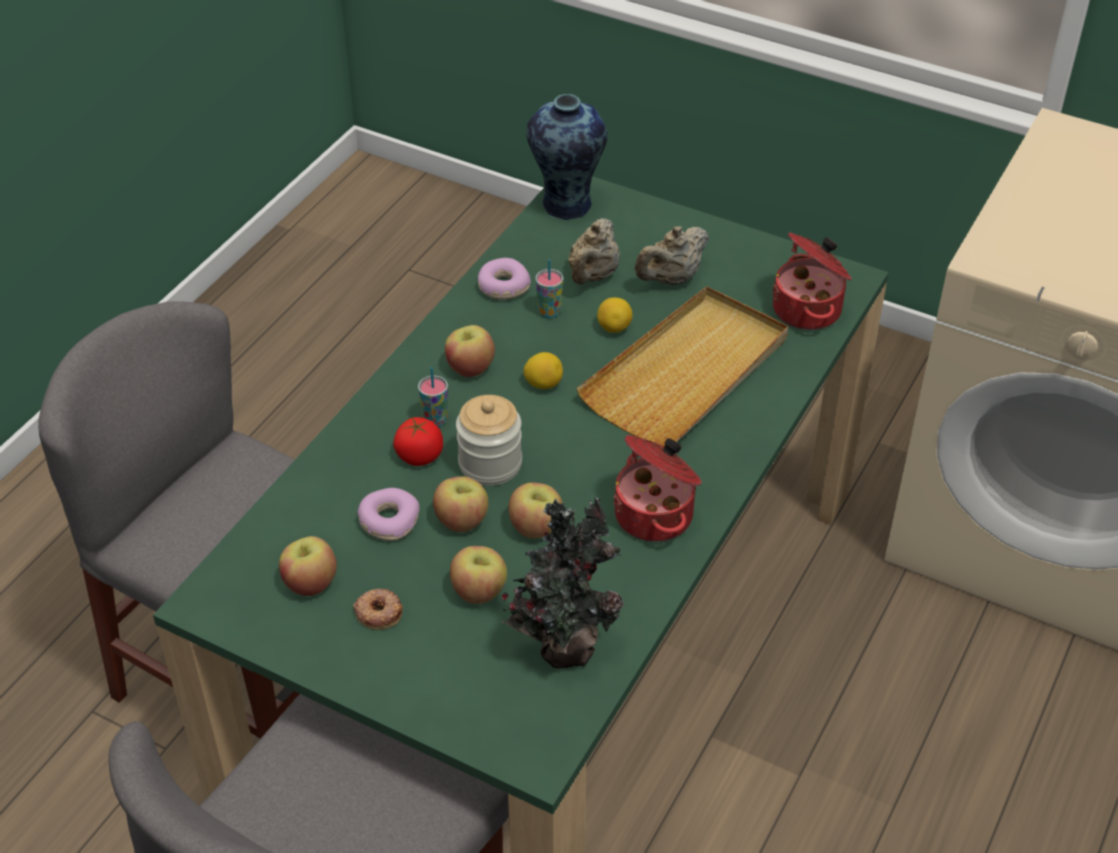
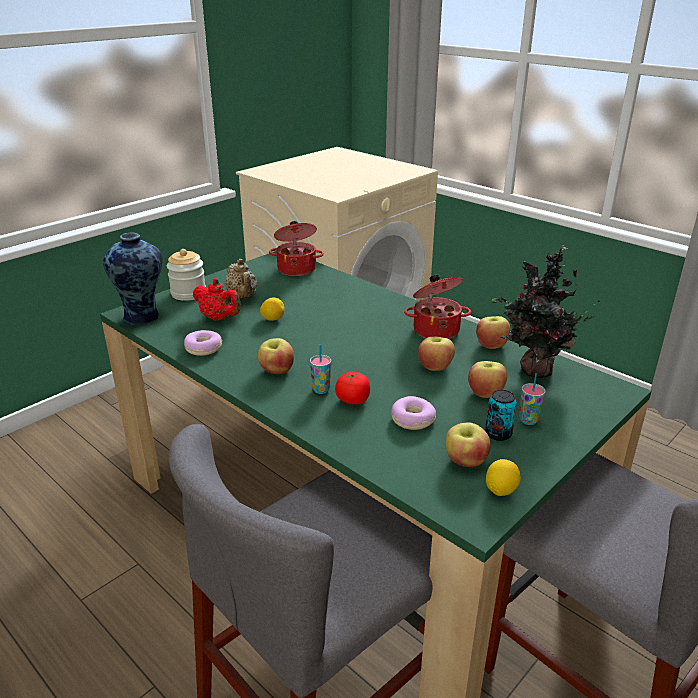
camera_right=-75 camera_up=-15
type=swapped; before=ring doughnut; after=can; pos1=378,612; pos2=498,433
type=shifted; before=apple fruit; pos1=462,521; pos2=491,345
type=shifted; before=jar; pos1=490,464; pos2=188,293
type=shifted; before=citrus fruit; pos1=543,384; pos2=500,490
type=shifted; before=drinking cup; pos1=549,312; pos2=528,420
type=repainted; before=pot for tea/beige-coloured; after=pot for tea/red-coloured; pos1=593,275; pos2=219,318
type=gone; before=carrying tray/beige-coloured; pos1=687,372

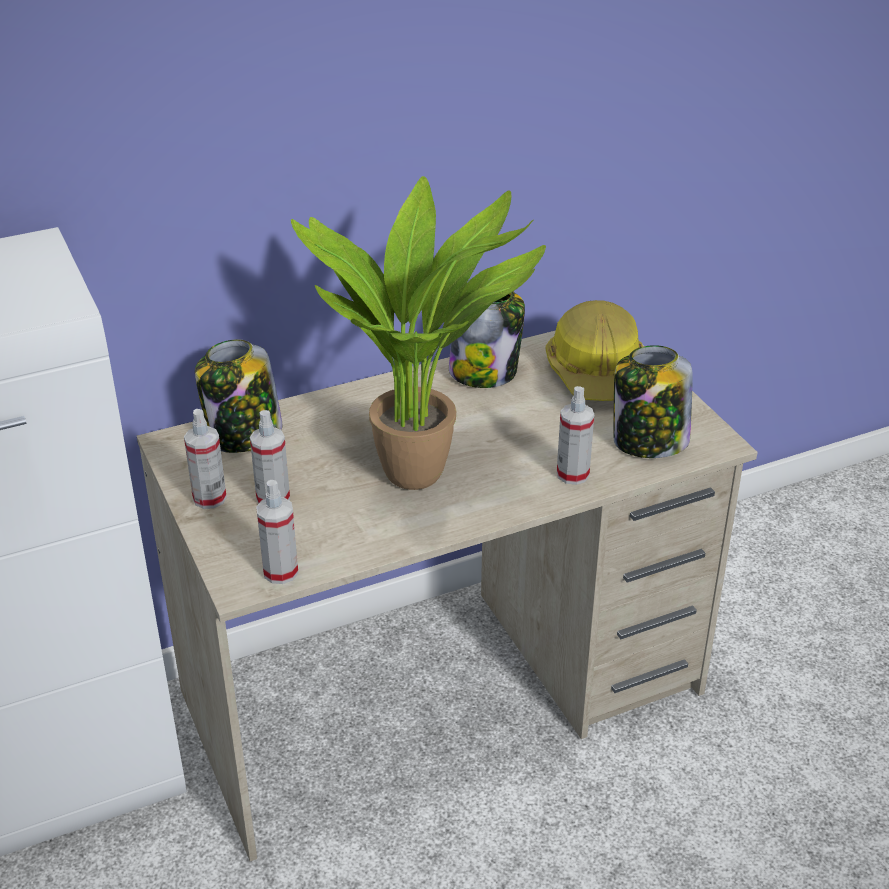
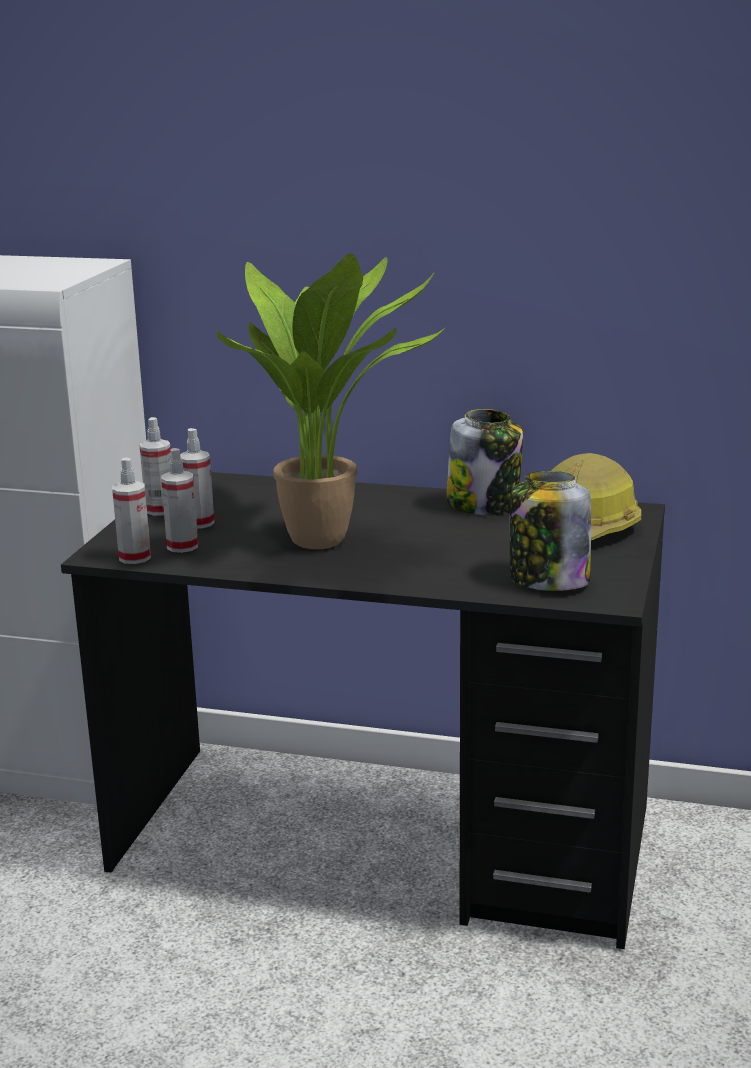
camera_right=40 camera_up=-15
type=repainted; before=desk/beige-coloured; after=desk/black; pos1=443,694; pos2=384,841
type=gone; before=jar; pos1=243,435
type=shifted; before=spray bottle; pos1=572,474; pos2=182,546

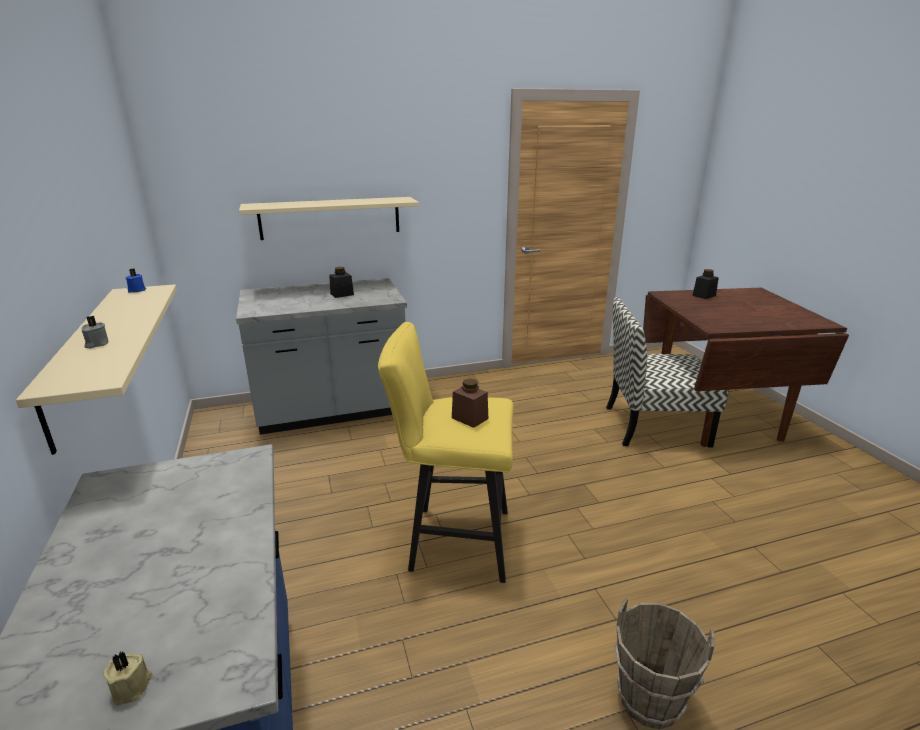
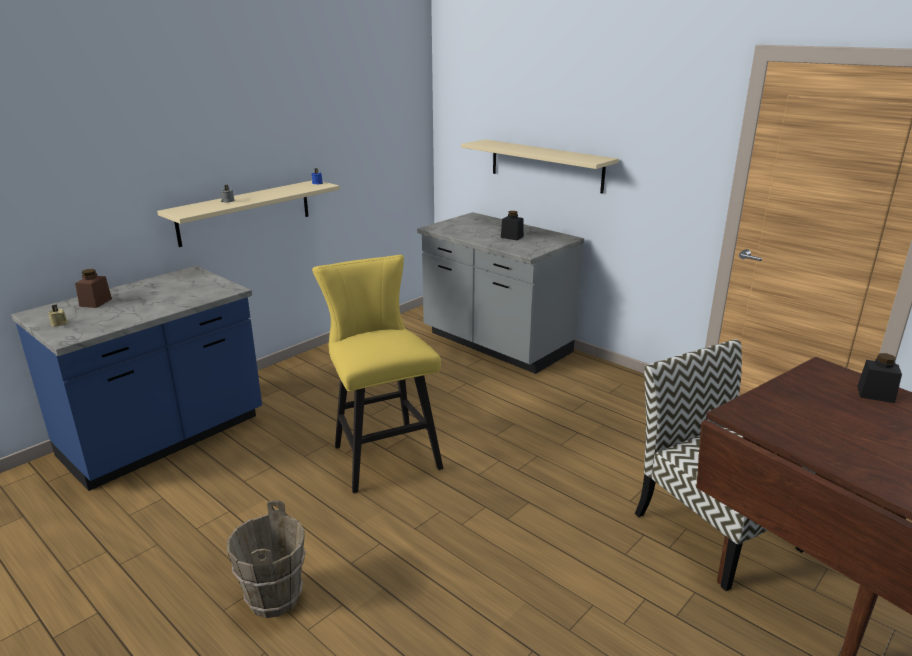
camera_right=60 camera_up=0
type=shifted; before=jar/brown; pos1=469,418; pos2=95,302

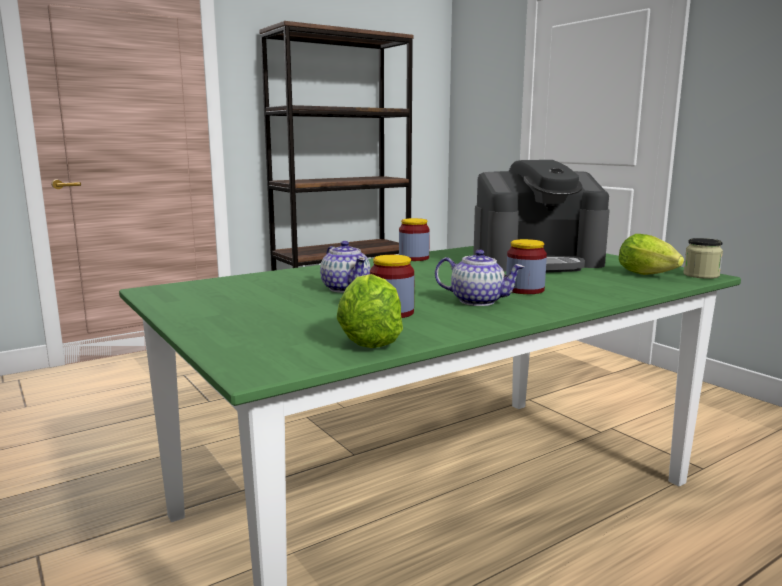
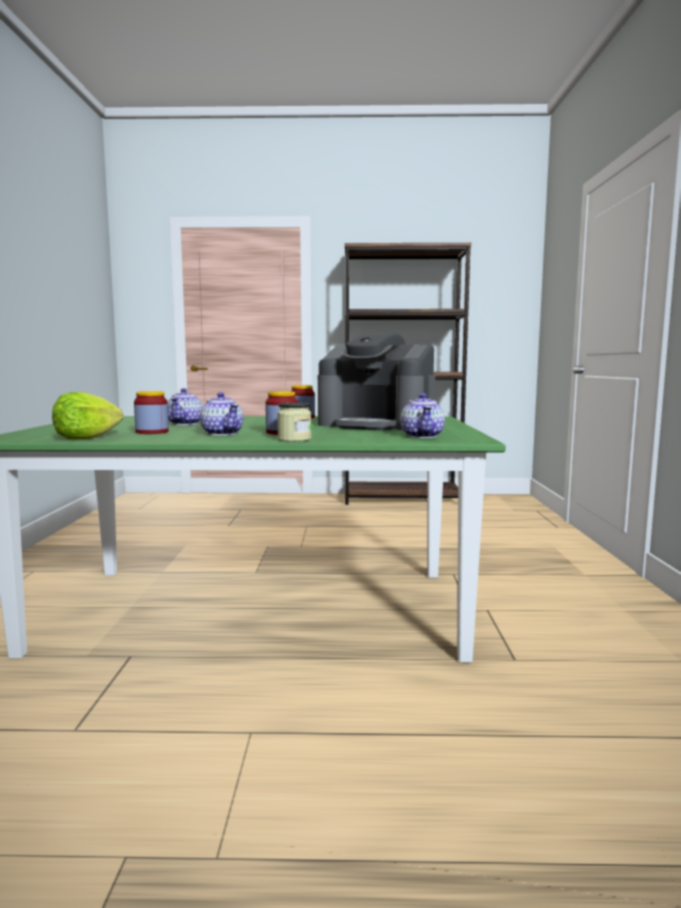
camera_right=35 camera_up=-5
type=swapped; before=head of lettuce; after=pot for tea; pos1=650,275; pos2=422,436
type=shifted; before=jar; pos1=701,275; pos2=294,439

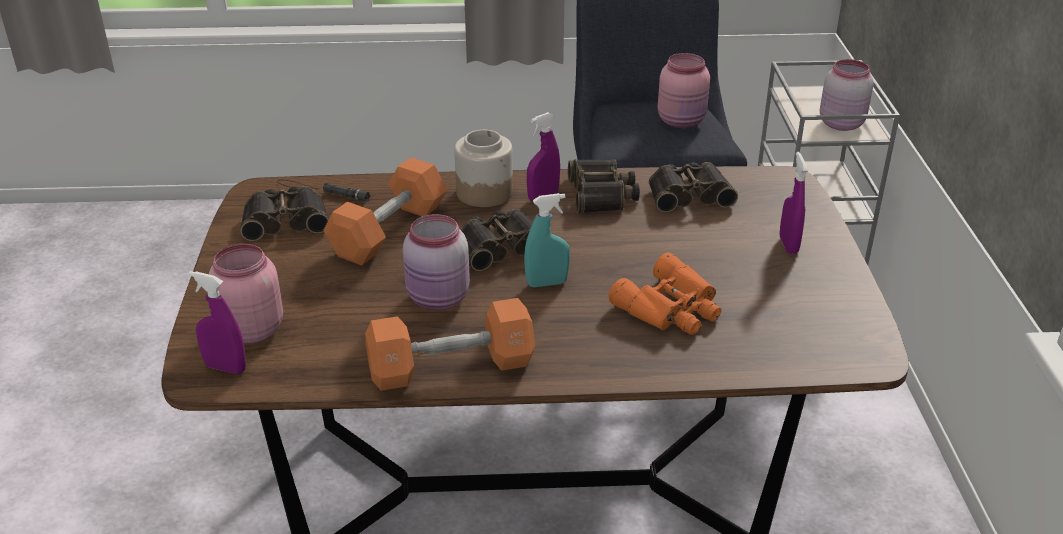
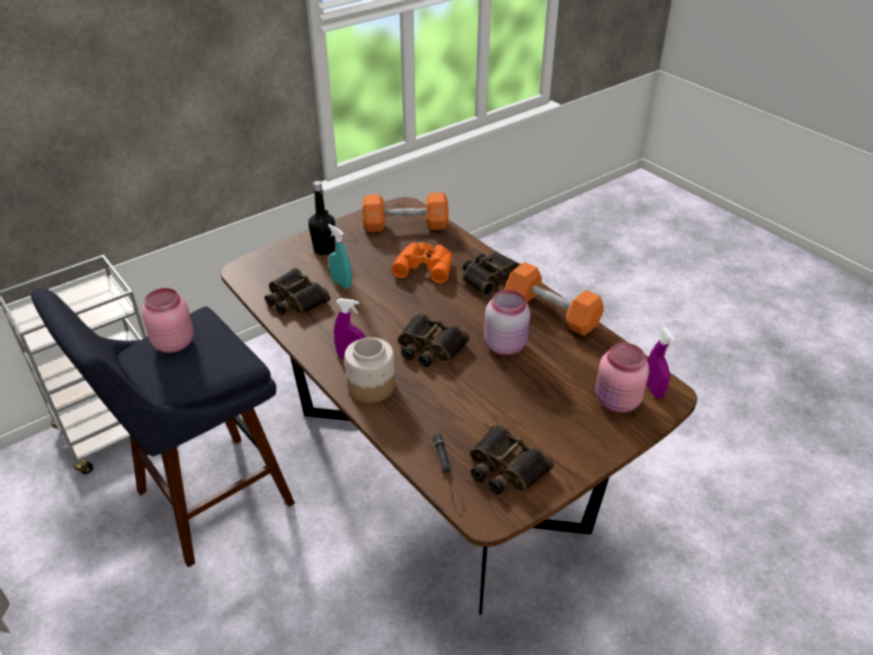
camera_right=-125 camera_up=5
type=shifted; before=dumbbell/orange-coloured; pos1=389,231; pos2=405,225
type=shifted; before=spray bottle/blue-green; pos1=546,283; pos2=341,283
type=shifted; before=field glasses; pos1=602,194; pos2=489,277
type=swapped; before=spray bottle/purple-coloured; after=bottle/black; pos1=788,245; pos2=324,249
type=gone; before=jar/pink-coloured; pos1=841,123

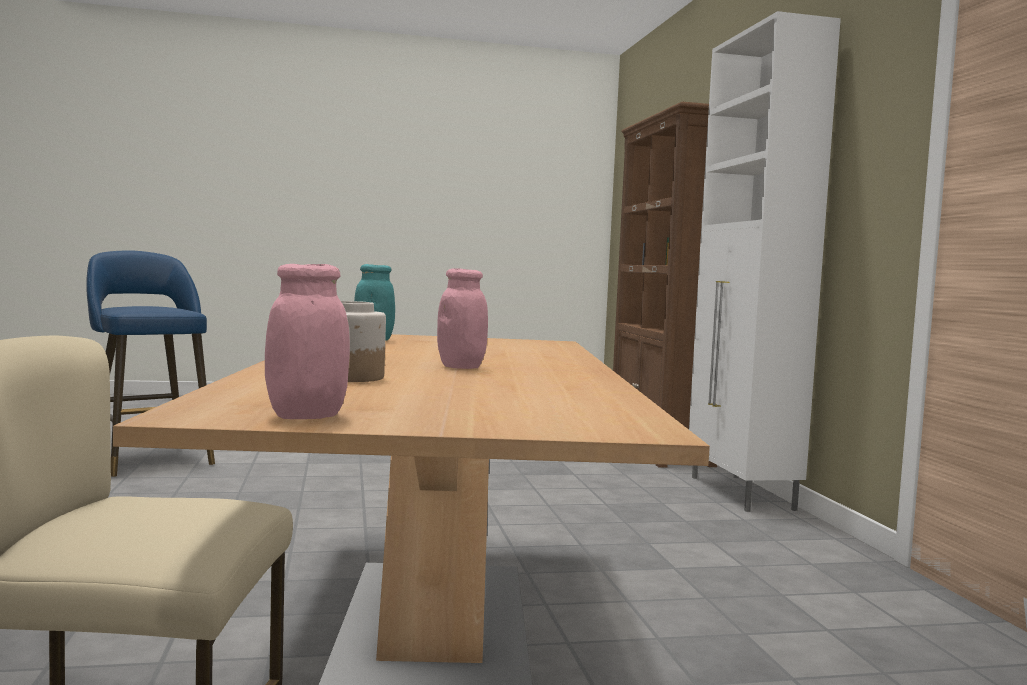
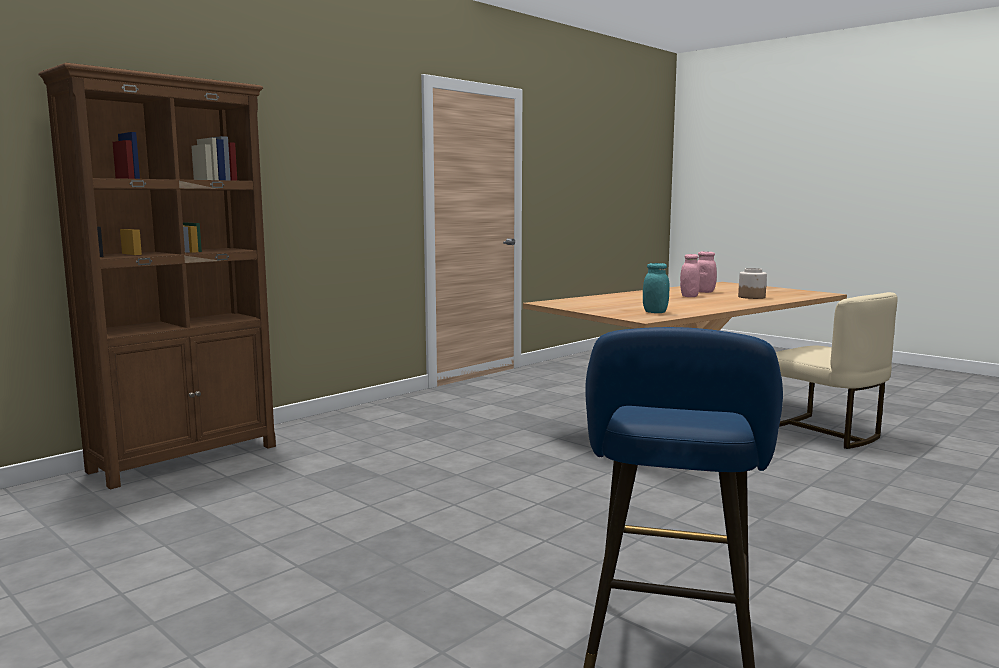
camera_right=-125 camera_up=5
type=shifted; before=jar/pink-coloured; pos1=306,416; pos2=704,292
type=gone; before=cabinet/white; pos1=741,493

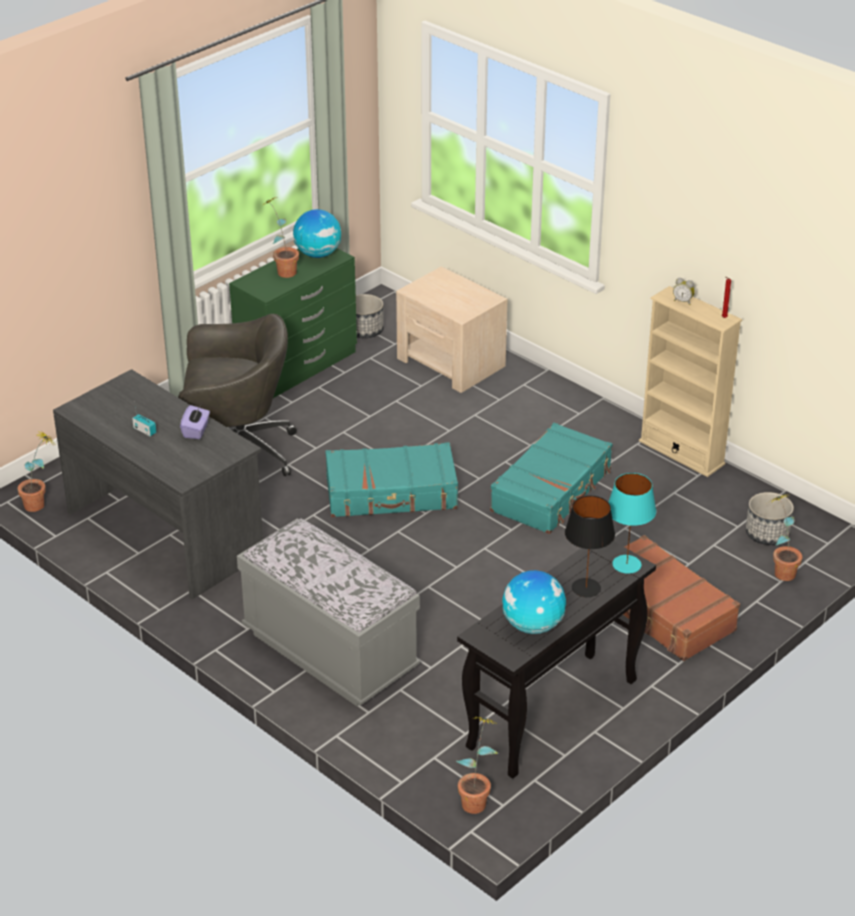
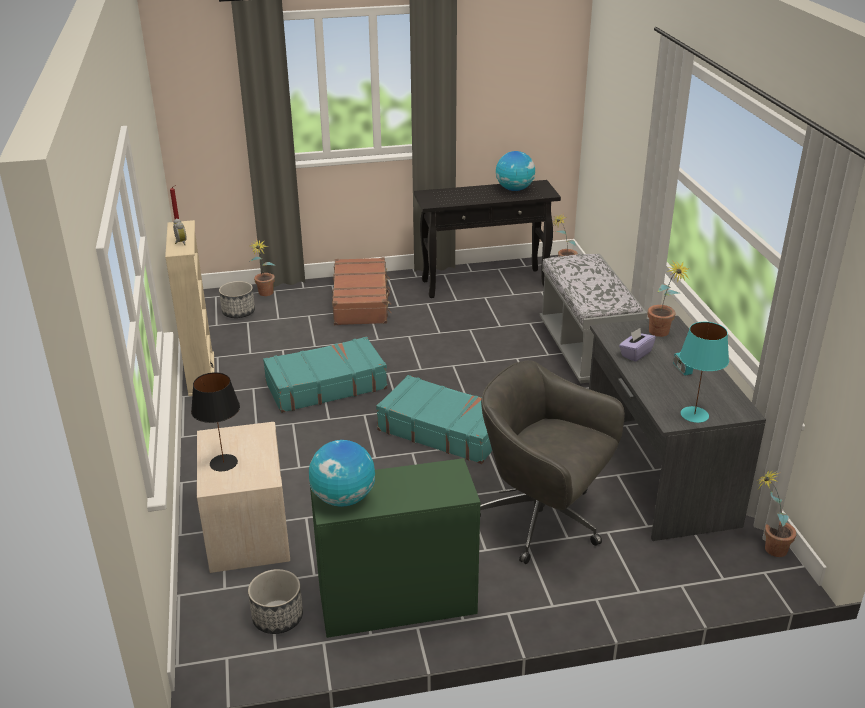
camera_right=-145 camera_up=-5
type=shifted; before=potted plant; pos1=282,270; pos2=661,334
type=shifted; before=table lamp/black; pos1=586,588; pos2=223,462
type=shifted; before=table lamp/blue-green; pos1=627,564; pos2=694,414

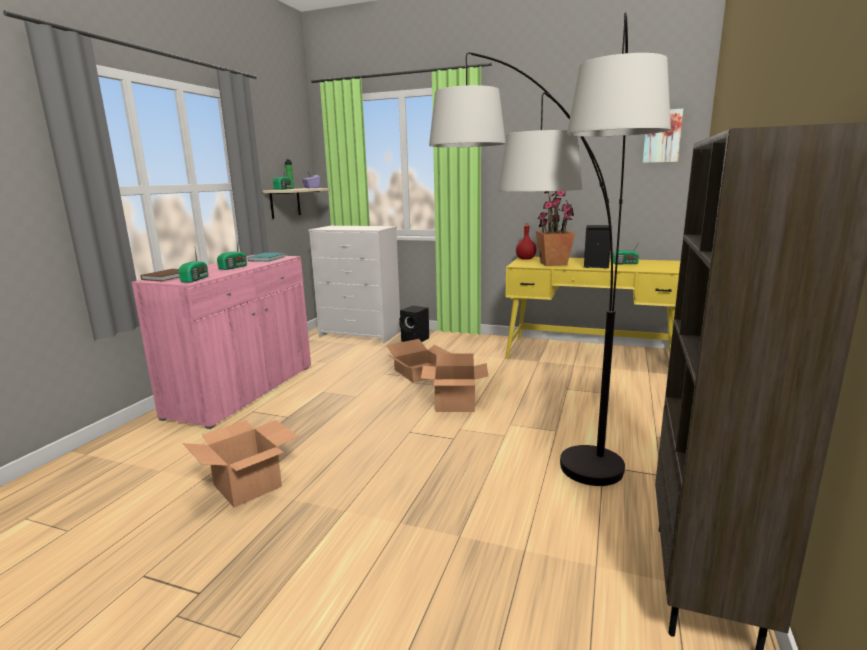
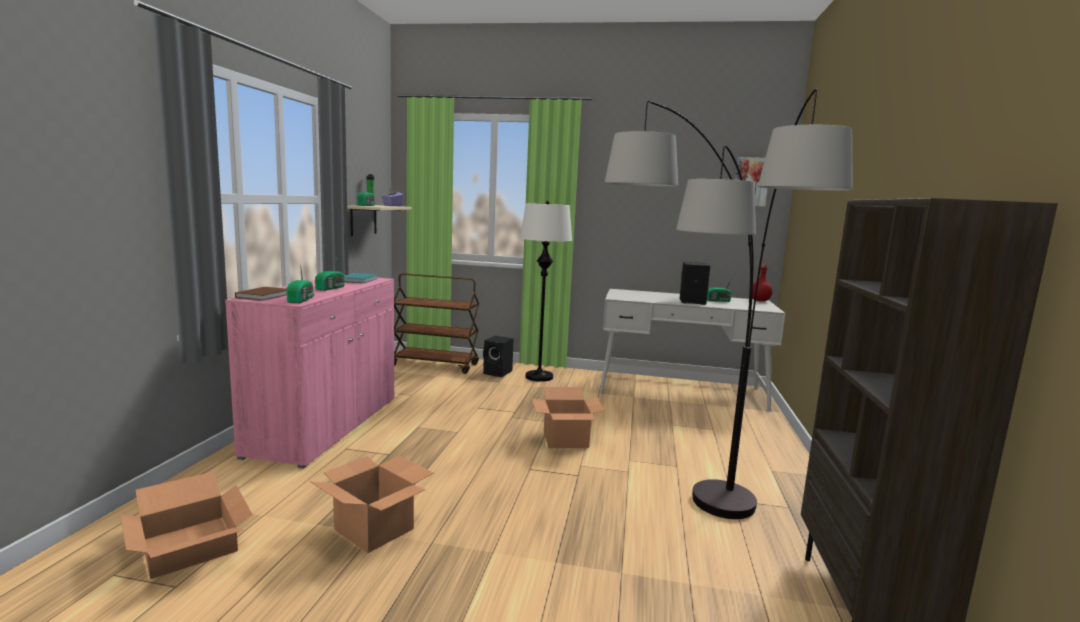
camera_right=-10 camera_up=-5
type=swapped; before=dresser/white; after=wheeled cart/brown; pos1=361,334; pos2=435,365
type=shifted; before=packing box; pos1=421,372; pos2=191,545
type=repainted; before=desk/yellow-coloured; after=desk/white; pos1=590,355; pos2=681,390
type=shifted; before=bottle/red-coloured; pos1=525,259; pos2=759,300
type=gone; before=potted plant; pos1=553,263
type=new; after=floor lamp/white; pos2=539,377

